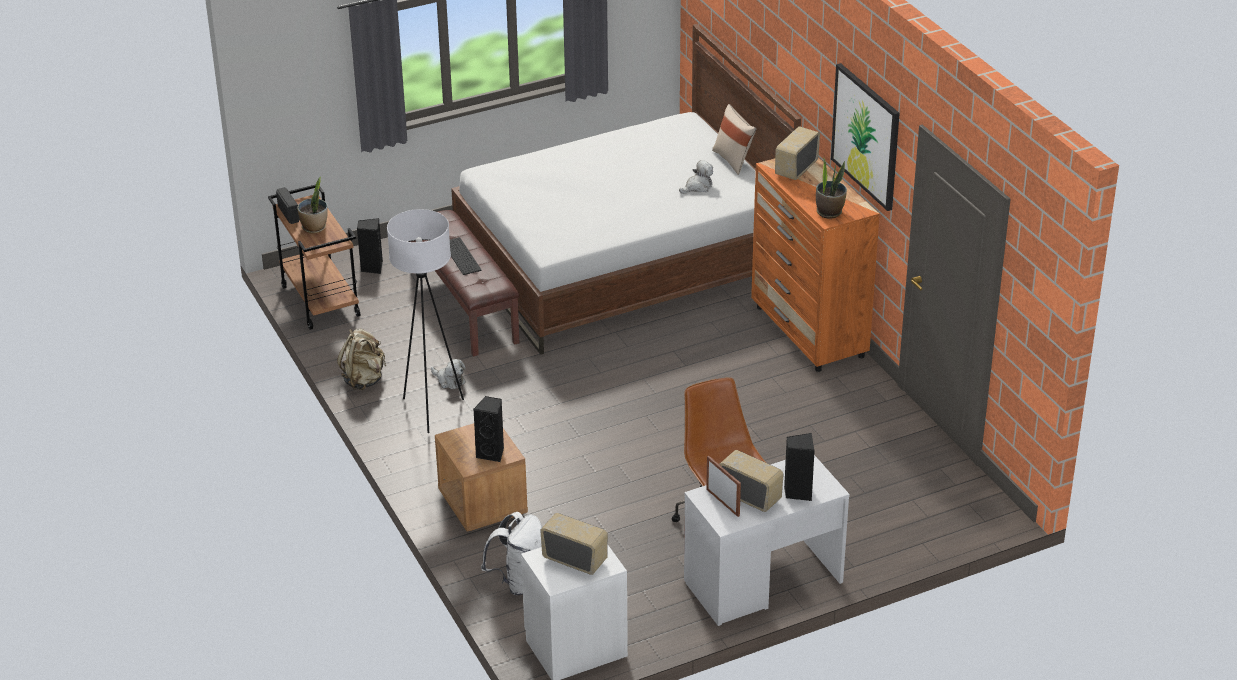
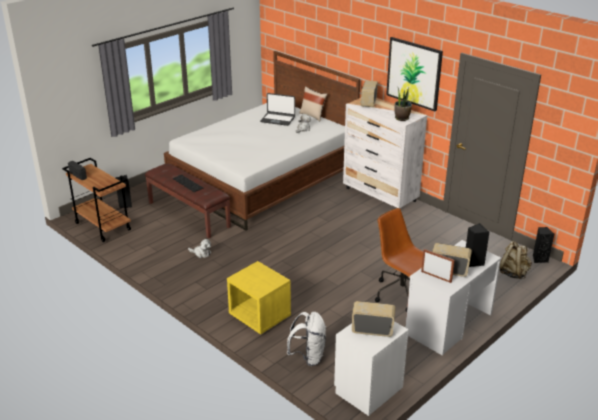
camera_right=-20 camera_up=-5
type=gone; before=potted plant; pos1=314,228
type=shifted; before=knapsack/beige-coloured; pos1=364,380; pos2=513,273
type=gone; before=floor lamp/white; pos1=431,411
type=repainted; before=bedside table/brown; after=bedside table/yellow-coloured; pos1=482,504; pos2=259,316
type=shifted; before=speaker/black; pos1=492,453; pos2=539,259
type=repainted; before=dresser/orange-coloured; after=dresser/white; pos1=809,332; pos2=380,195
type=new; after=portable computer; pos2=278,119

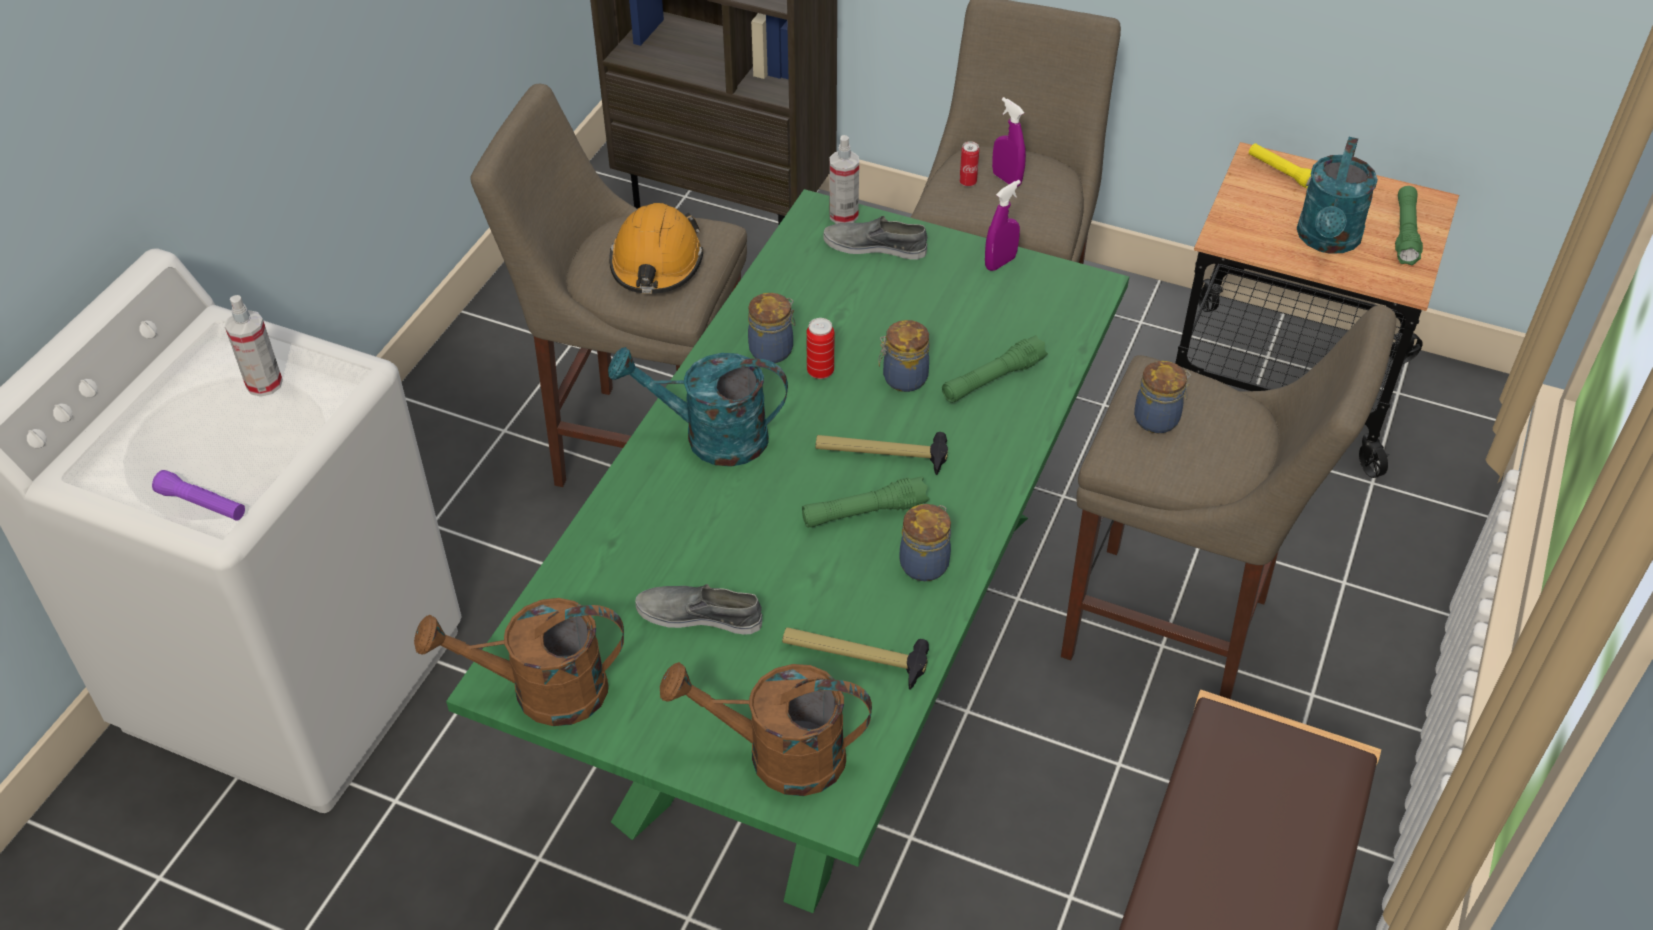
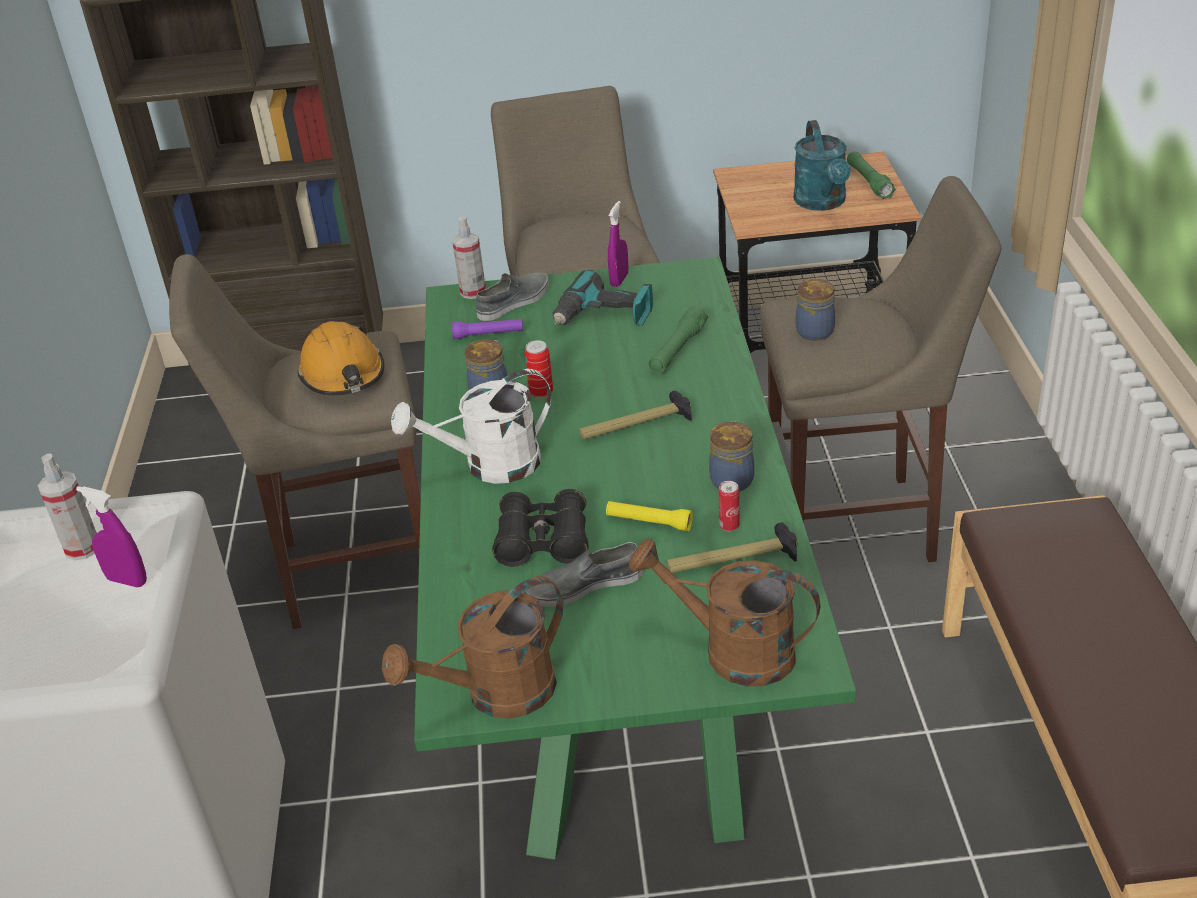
camera_right=-25 camera_up=-10
type=shifted; before=flashlight/purple-coloured; pos1=202,504; pos2=488,335
type=repainted; before=watering can/blue-green; after=watering can/white; pos1=711,437; pos2=490,466
type=rotated; before=watering can/brown; pos1=778,756; pos2=733,651; turn=45
type=gone; before=flashlight/greenish; pos1=864,512
type=rotated; before=low shoe/grey; pos1=875,246; pos2=514,302; turn=150
type=gone; before=jar; pos1=903,378
type=shifted; before=can; pos1=967,182; pos2=729,526
type=shifted; before=spray bottle/purple-coloured; pos1=1006,179; pos2=127,580
type=shifted; before=flashlight/yellow-coloured; pos1=1279,171; pos2=649,522
type=new; after=field glasses/black; pos2=543,541
type=new; after=electric drill; pos2=604,316

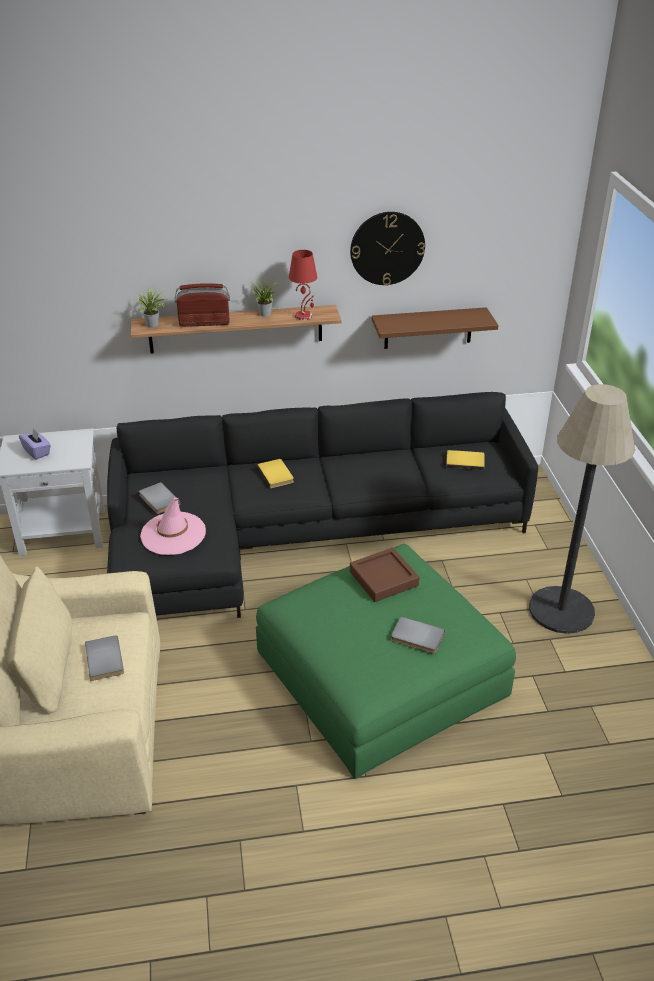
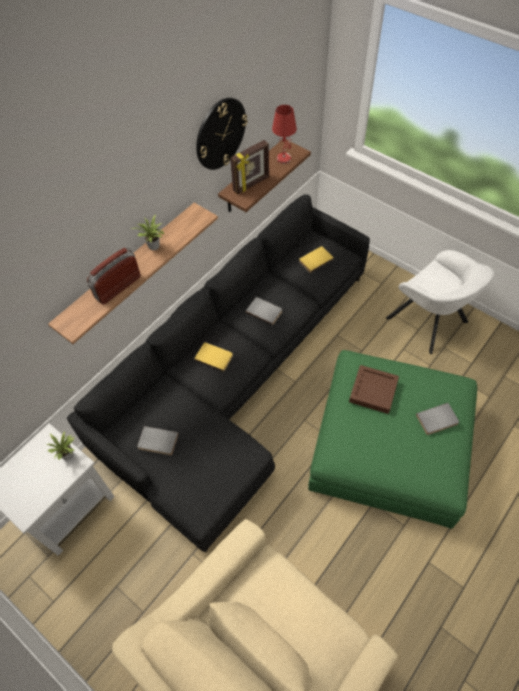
camera_right=-40 camera_up=20
type=gone; before=box of tissues/purple-coloured; pos1=37,452
type=shifted; before=volume/grey; pos1=106,659; pos2=264,311
type=shifted; before=potted plant; pos1=153,325; pos2=69,455
type=gone; before=clothing hat/pink-coloured; pos1=173,534
type=shifted; before=table lamp/red-coloured; pos1=304,316; pos2=284,158
type=swapped; before=floor lamp; after=armchair/white; pos1=561,610; pos2=430,322
type=new; after=picture frame; pos2=251,184

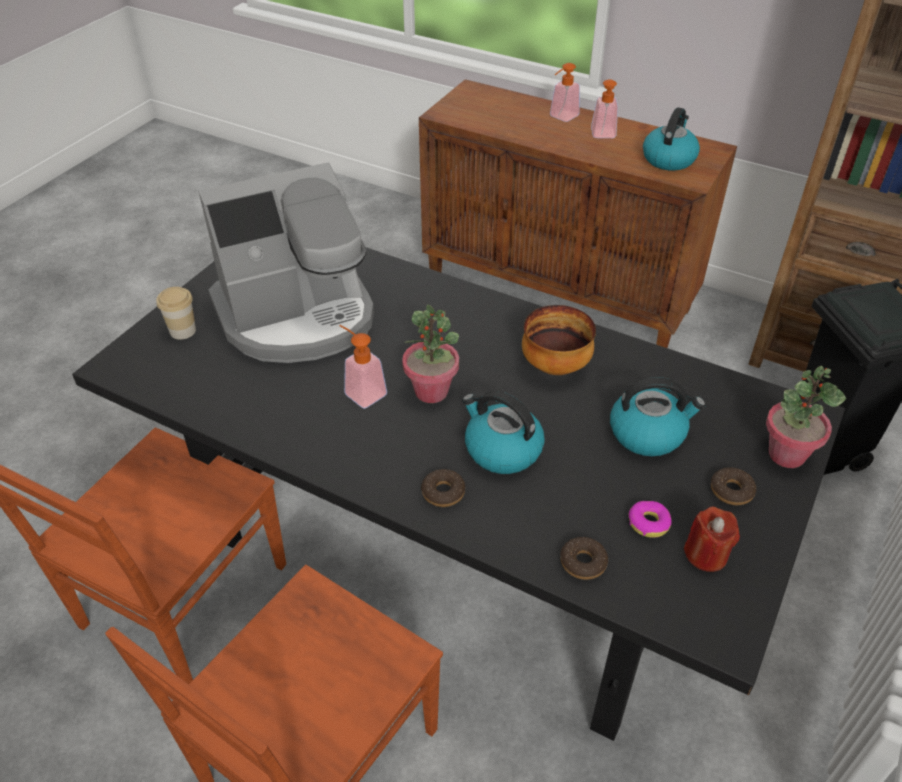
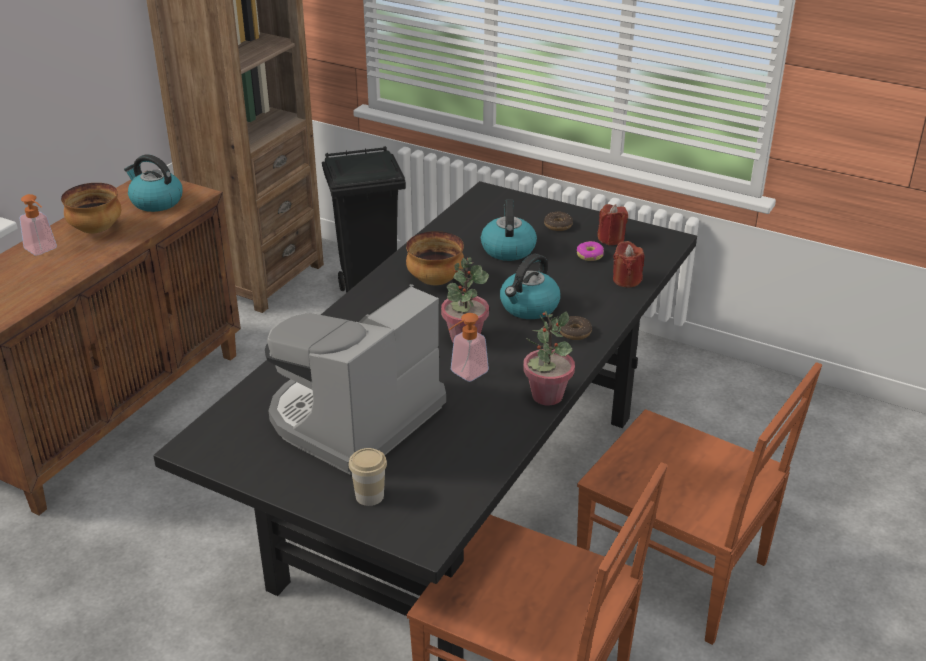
camera_right=-90 camera_up=-10
type=rotated; before=coffee machine; pos1=298,316; pos2=354,418; turn=-120
type=swapped; before=ring doughnut; after=wax light/red-coloured; pos1=583,562; pos2=626,280
type=swapped; before=soap bottle; after=deep dish; pos1=603,136; pos2=96,230
type=shifted; before=potted plant; pos1=786,454; pos2=547,396

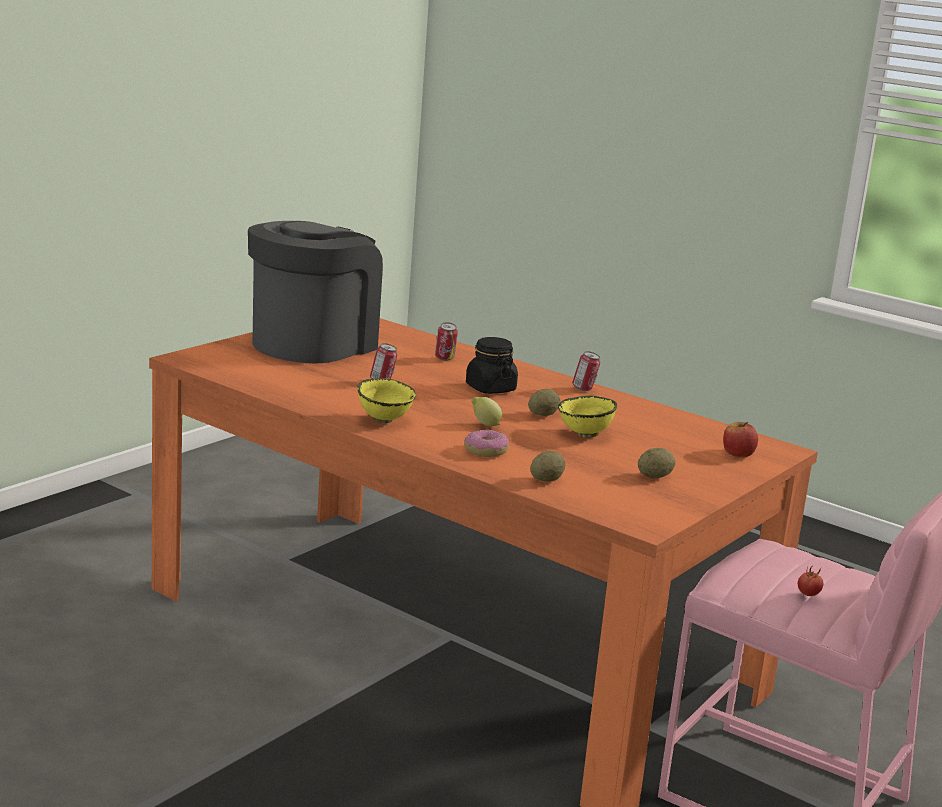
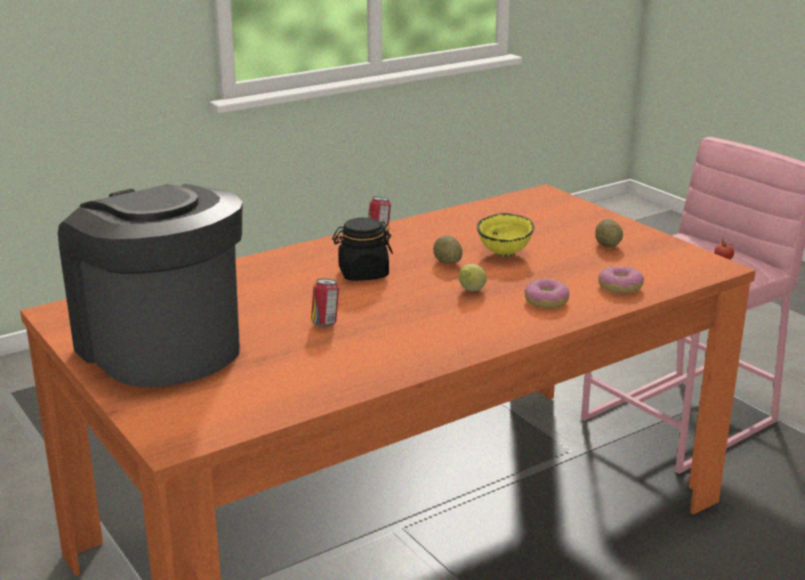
camera_right=-70 camera_up=5
type=gone; before=deep dish/yellow-coloured; pos1=384,420
type=gone; before=can; pos1=445,359
type=swapped; before=spud; after=ring doughnut; pos1=546,480; pos2=620,287
type=gone; before=apple fruit; pos1=738,454

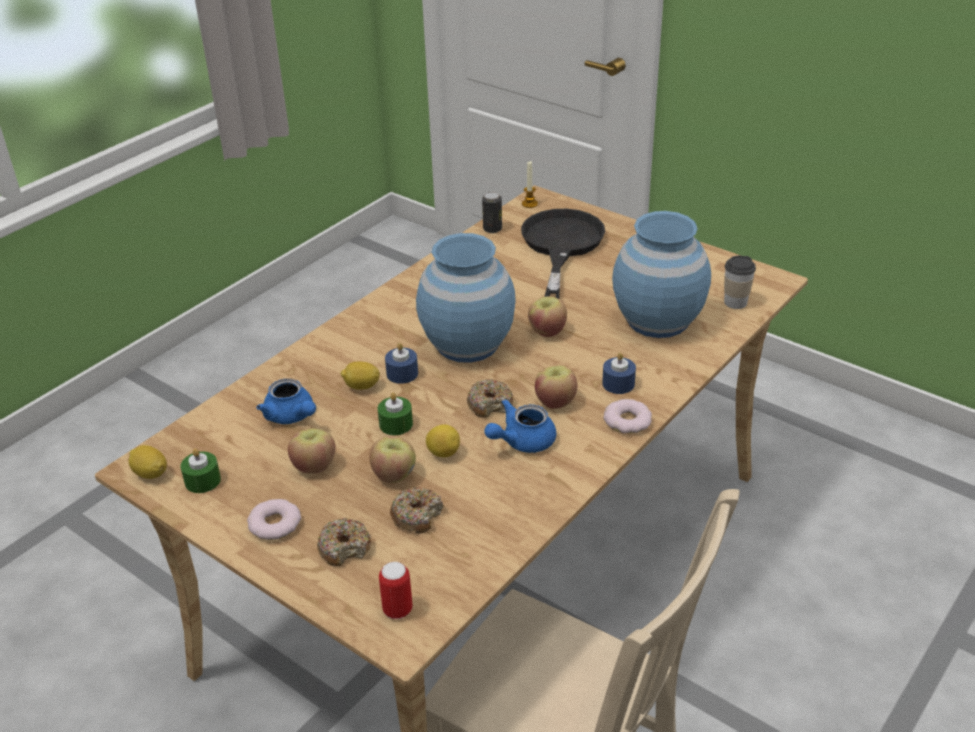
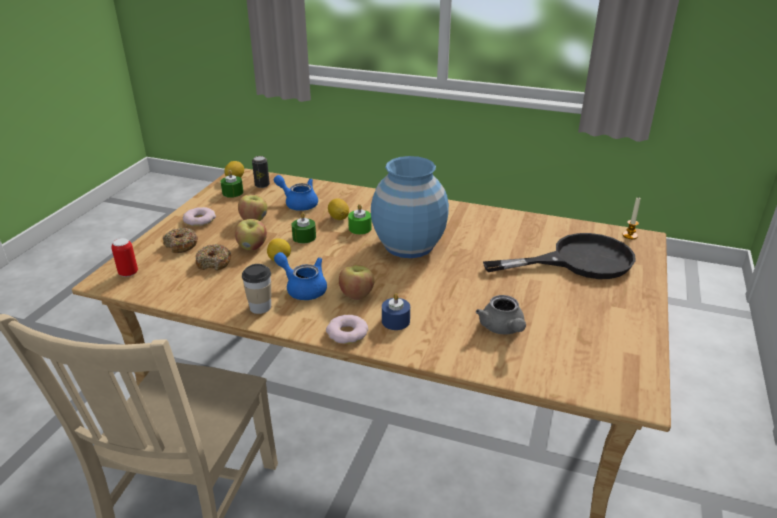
camera_right=70 camera_up=-5
type=rotated; before=pot for tea/bluish; pos1=292,417; pos2=298,203; turn=90
type=repainted; before=wax light/bluish; after=wax light/greenish; pos1=402,373; pos2=360,228
type=gone; before=ring doughnut; pos1=490,404
type=shifted; before=can; pos1=492,229; pos2=262,185
type=gone; before=apple fruit; pos1=547,331
type=swapped; before=flower vase/bluish; after=pot for tea/grey; pos1=657,320; pos2=503,329
type=shifted; before=drinking cup; pos1=735,302; pos2=260,307

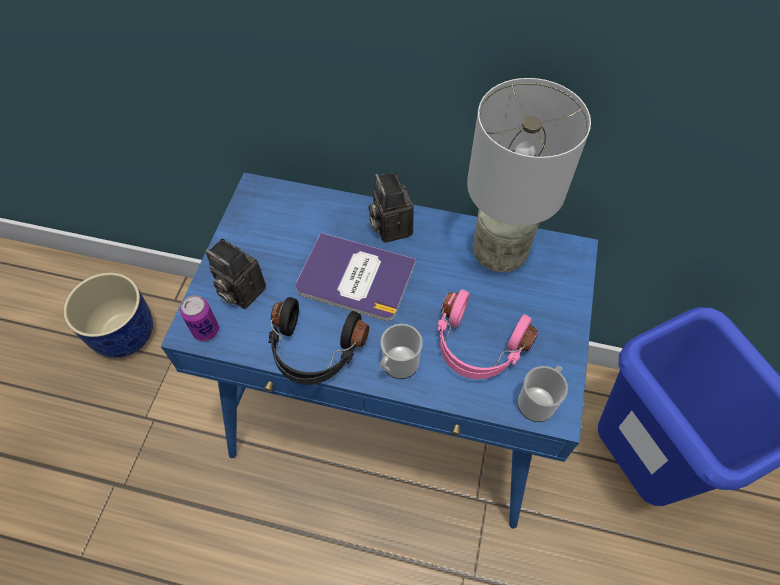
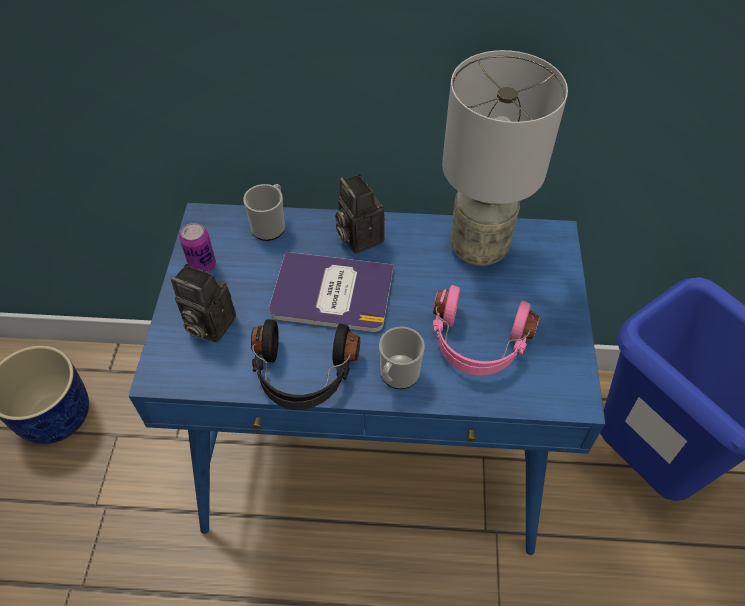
camera_right=-10 camera_up=-5
type=shifted; before=can; pos1=206,330; pos2=202,265
type=shifted; before=coffee mug; pos1=538,401; pos2=270,225

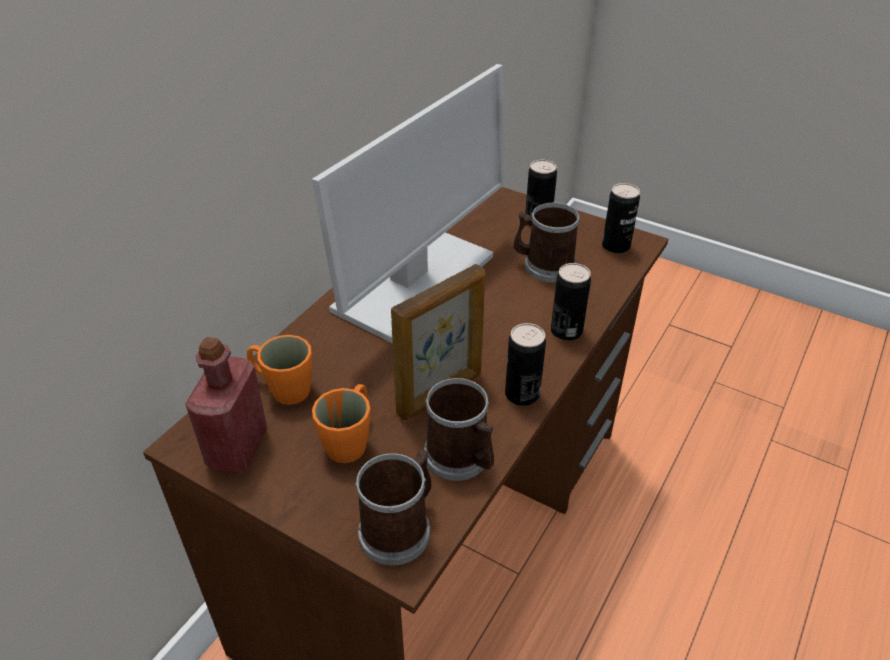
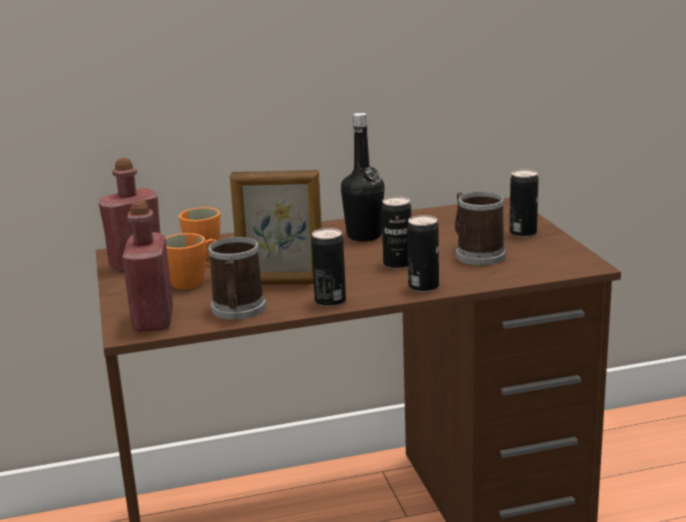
camera_right=45 camera_up=-20
type=swapped; before=computer display; after=bottle/black; pos1=414,284; pos2=364,236
type=swapped; before=coffee mug; after=bottle/red-coloured; pos1=400,528; pos2=153,320
type=shifted; before=can; pos1=616,246; pos2=397,264

